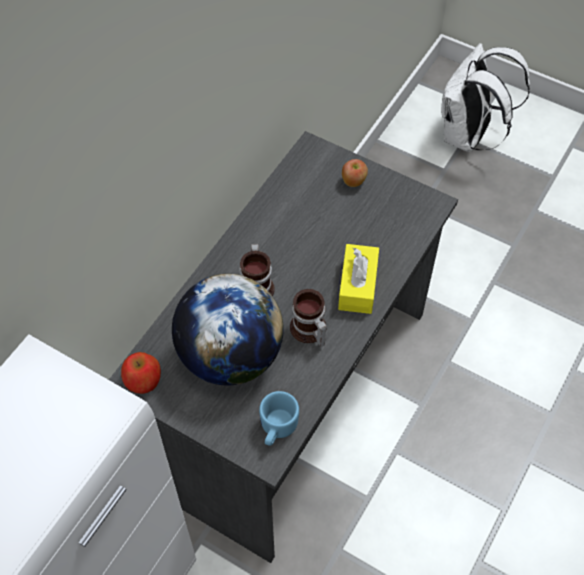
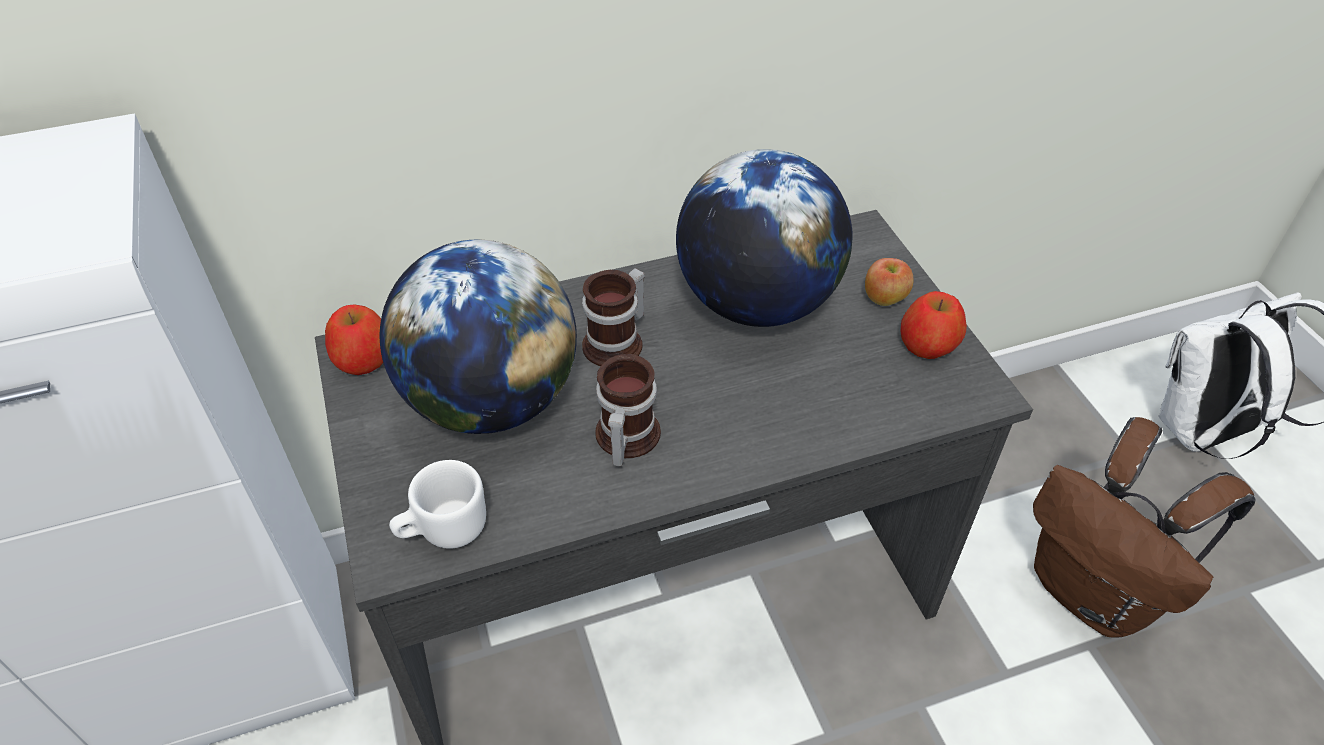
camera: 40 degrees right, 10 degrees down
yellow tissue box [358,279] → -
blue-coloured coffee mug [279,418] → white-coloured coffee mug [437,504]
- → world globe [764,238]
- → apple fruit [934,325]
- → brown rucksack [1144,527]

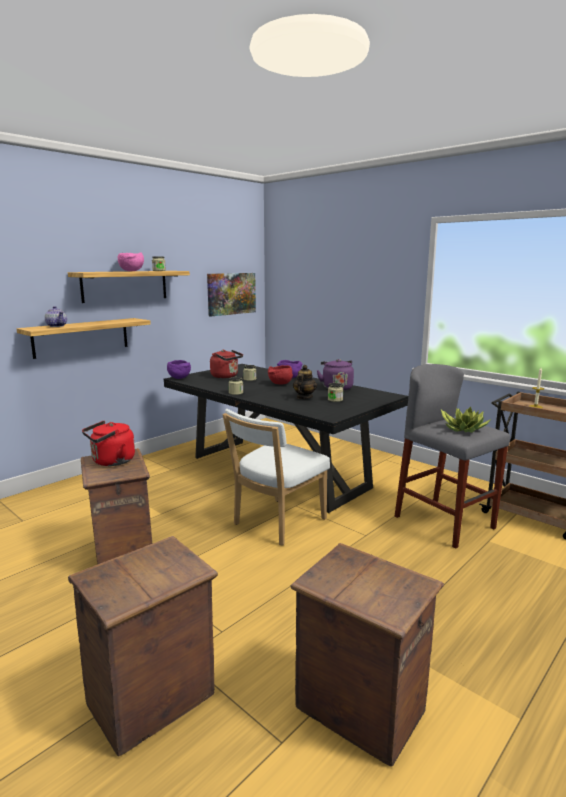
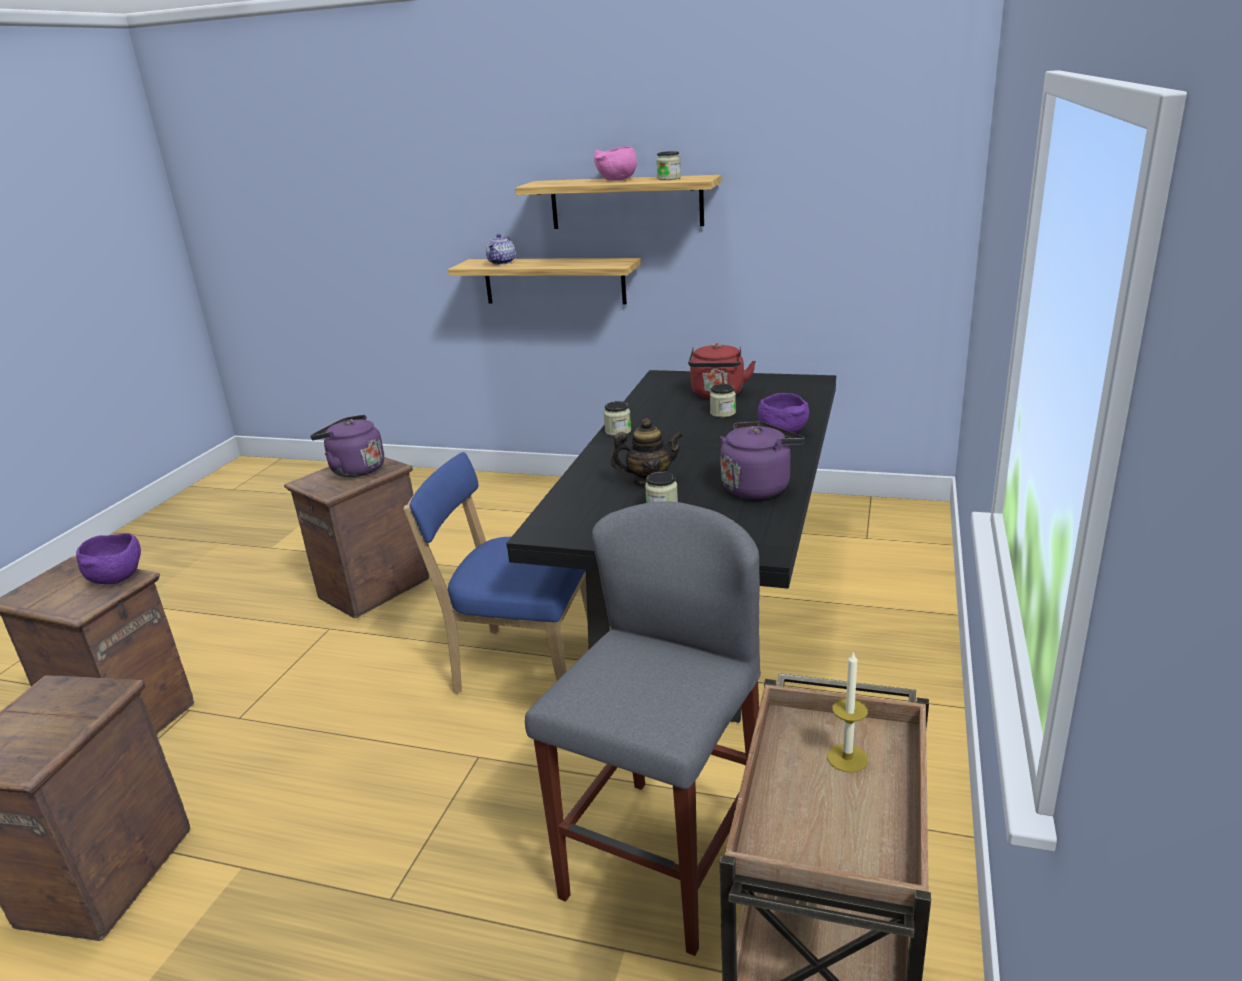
camera: 65 degrees right, 10 degrees up
picture [231,294] → -
purplish serving bowl [179,369] → purplish serving bowl [108,558], moved
reddish serving bowl [280,375] → -
potted plant [466,419] → -
white-coloured plain chair [276,477] → blue-coloured plain chair [496,572]
reddish kettle [108,443] → purplish kettle [347,446]

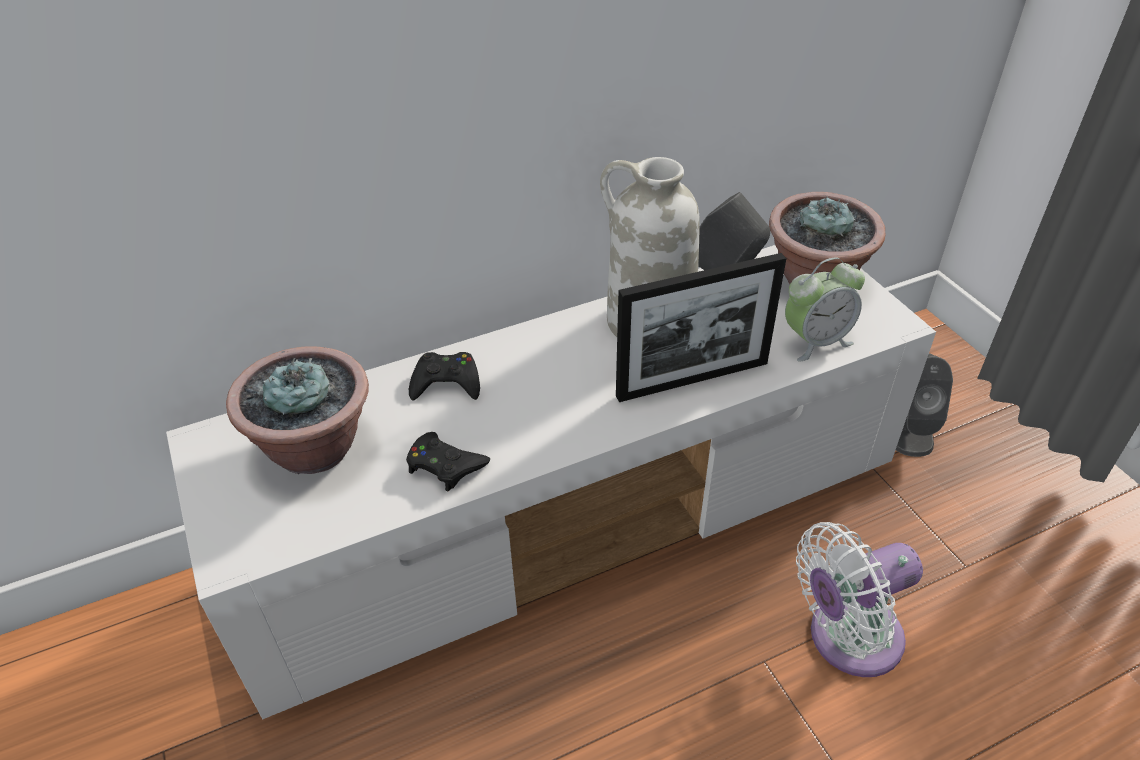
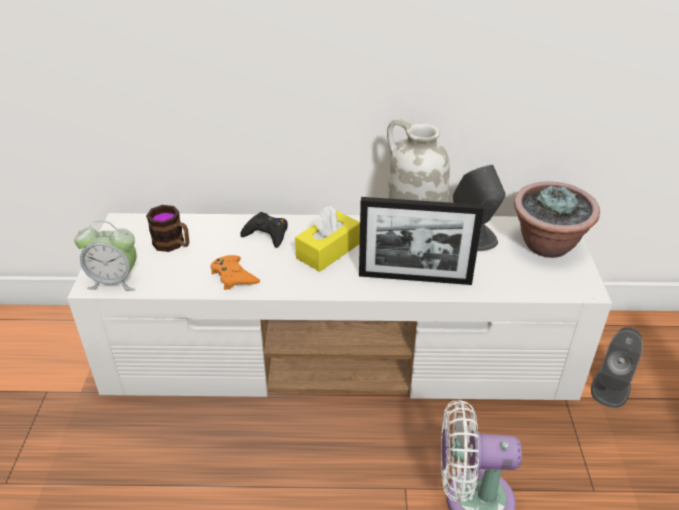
camera: 25 degrees right, 5 degrees down
table clock [825,309] → table clock [105,256], moved
potted plant [297,410] → coffee mug [167,228]
blackish gamepad [448,462] → orange gamepad [235,272]
- → yellow tissue box [327,239]

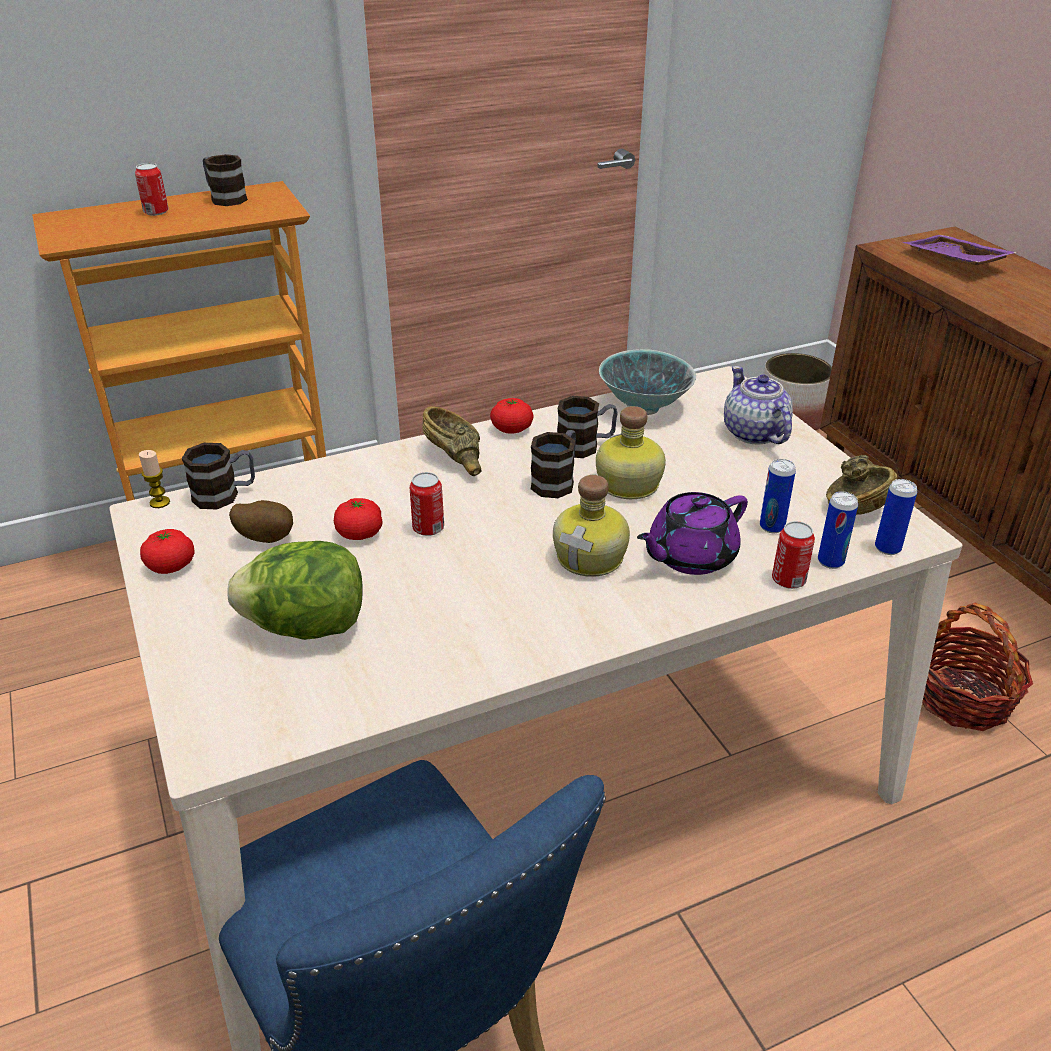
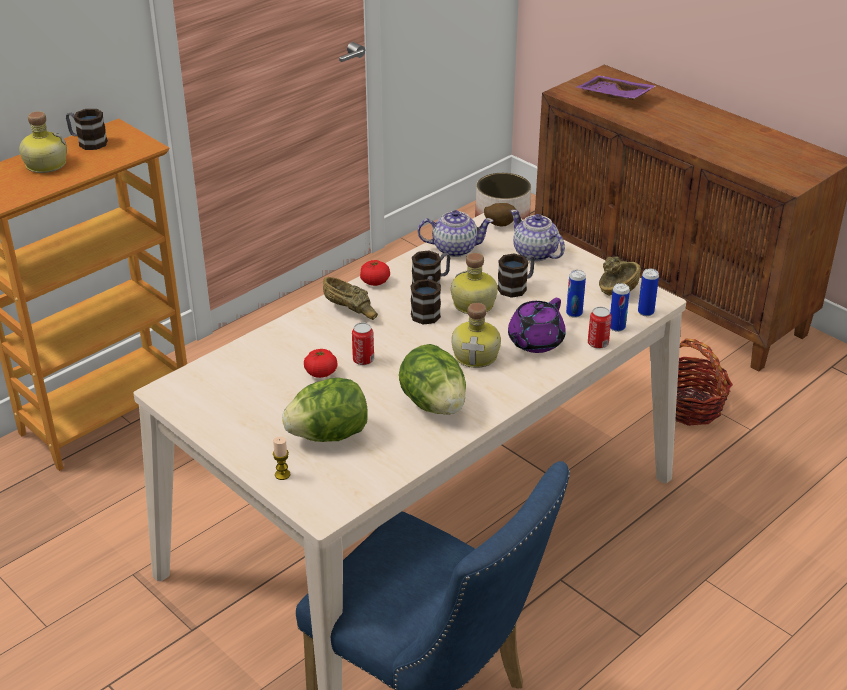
camera: 20 degrees left, 0 degrees up
metal can [152,189] → beverage bottle [43,142]
serving bowl [647,382] → tea pot [455,233]
coffee mug [218,476] → coffee mug [516,275], moved
candle [154,479] → candle [281,458], moved
spud [261,521] → spud [500,214], moved
fresh tomato [167,551] → -
- → lettuce head [432,379]

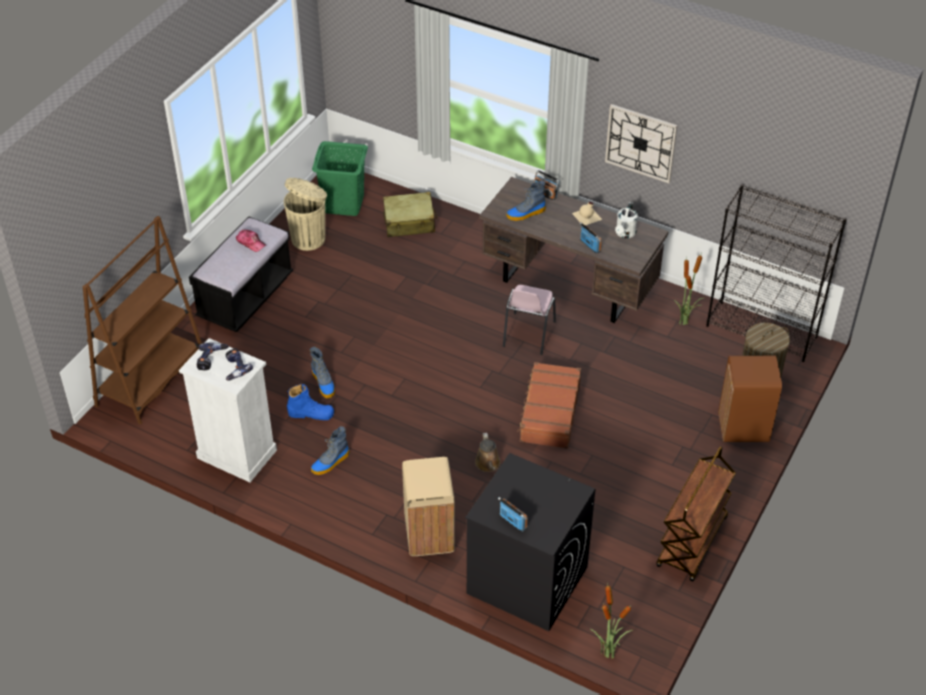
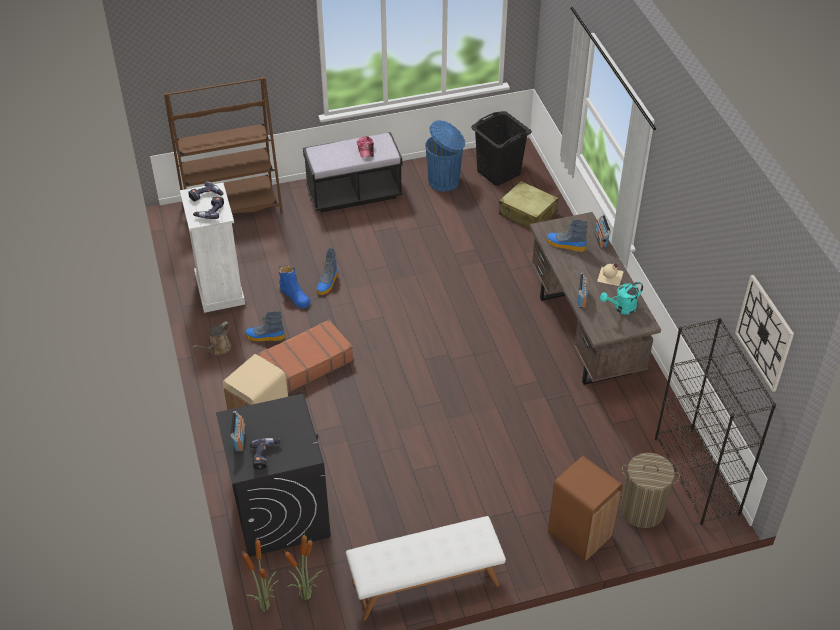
camera: 45 degrees right, 0 degrees up
wall clock [641,143] → wall clock [764,333], moved
green-coloured hamper [340,178] → blackish hamper [501,148]
beige-coloured waste bin [305,214] → blue-coloured waste bin [445,156]
white-coloured watering can [626,220] → turquoise-coloured watering can [621,298]
potted plant [689,290] → potted plant [304,567], moved
pinkish plain chair [529,320] → -
brown suitcase [549,405] → brown suitcase [305,356], moved
brown watering can [488,452] → brown watering can [212,338], moved
brown wheeled cart [696,513] → white-coloured long seat [426,568]
- → drill [265,453]

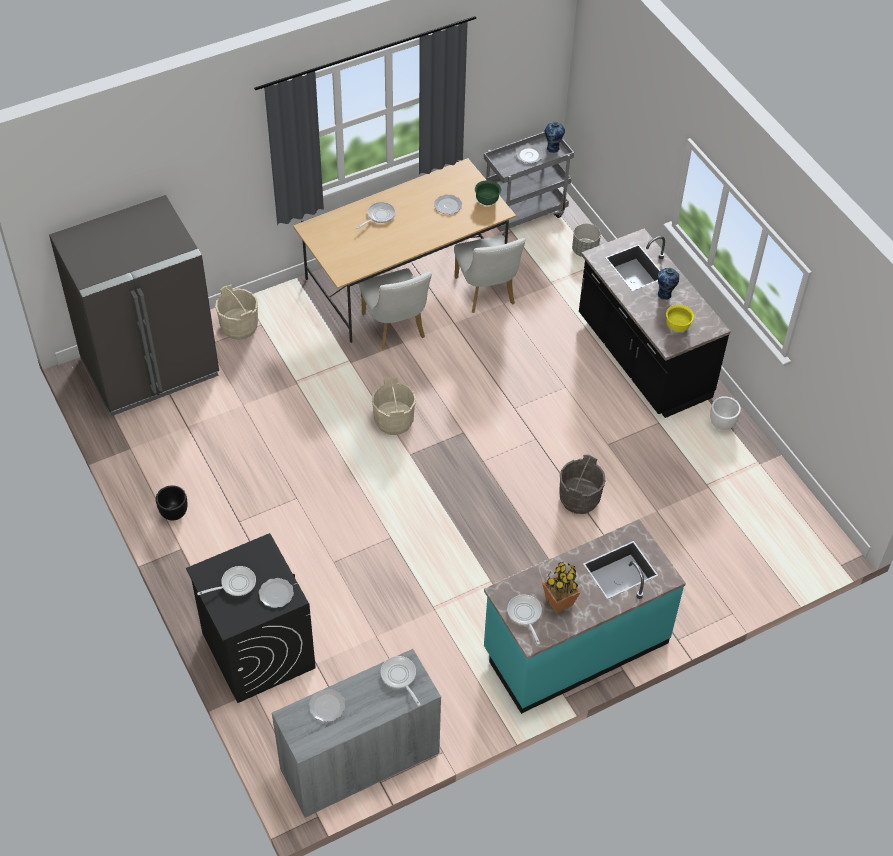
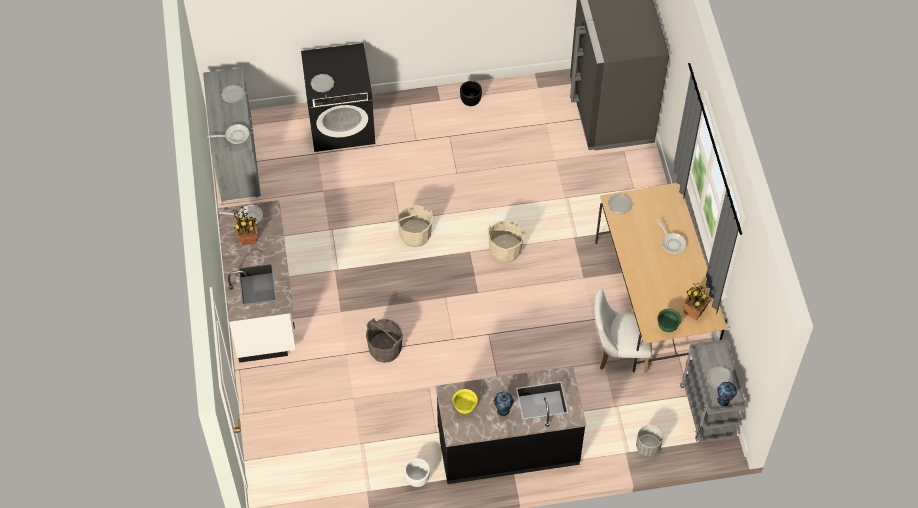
camera: 110 degrees right, 5 degrees up
dinner plate [448,204] → dinner plate [620,204], moved
white-coloured plain chair [395,309] → -
beige-coloured bucket [236,312] → beige-coloured bucket [414,226], moved
turquoise-coloured counter [585,616] → white-coloured counter [256,281]
frying pan [226,581] → -
- → potted plant [697,301]

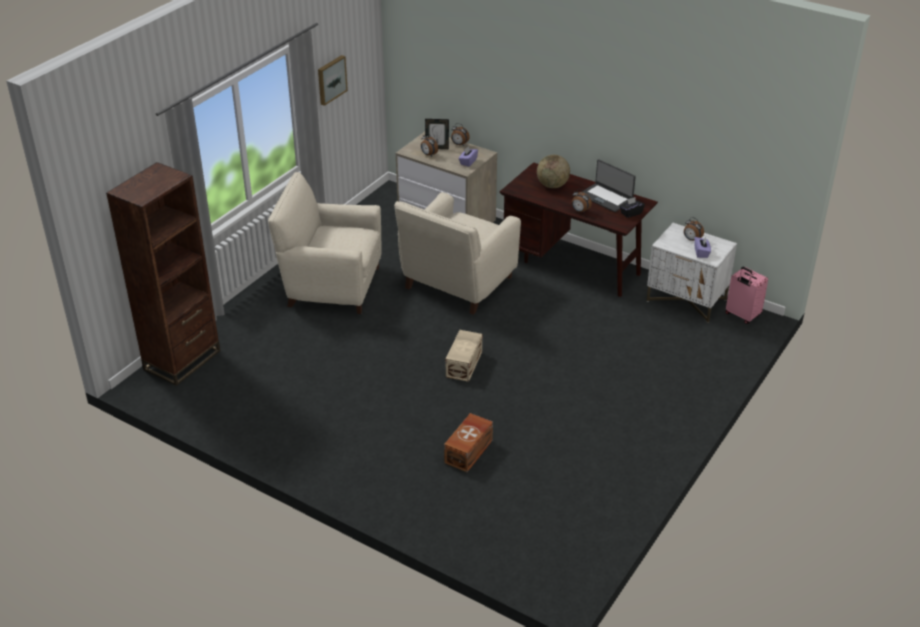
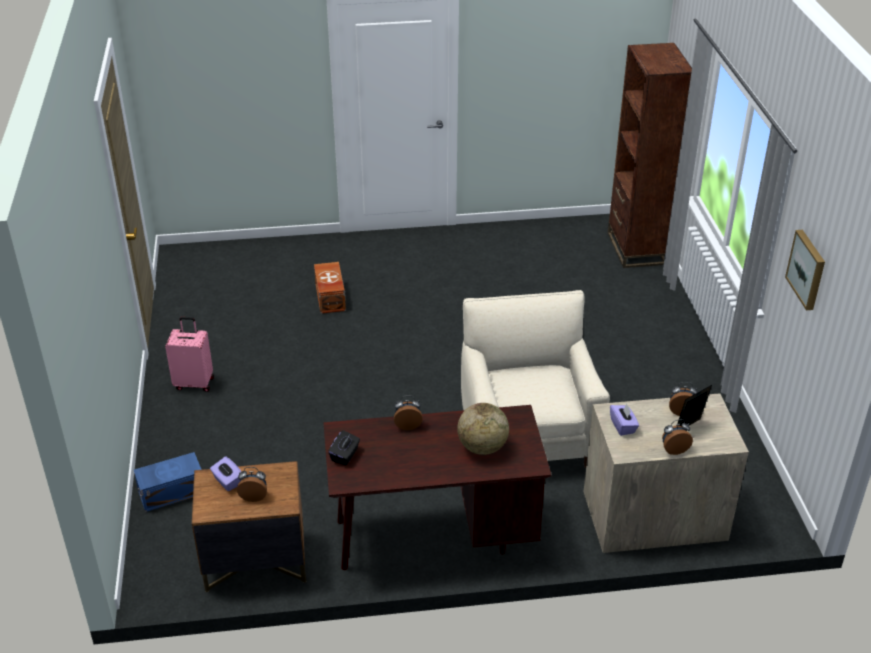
camera: 140 degrees right, 0 degrees up
laptop [609,185] → -
beige-coloured easy chair [325,243] → -
white-coloured nightstand [691,273] → brown nightstand [249,527]
pinkish suitcase [746,295] → pinkish suitcase [189,354], moved
beige-coloured storage container [464,356] → -
- → blue-coloured storage container [168,482]

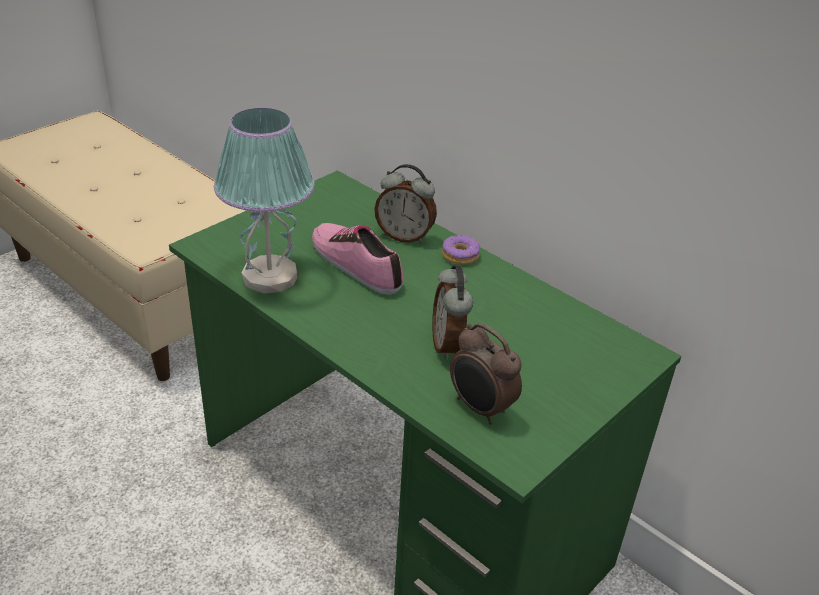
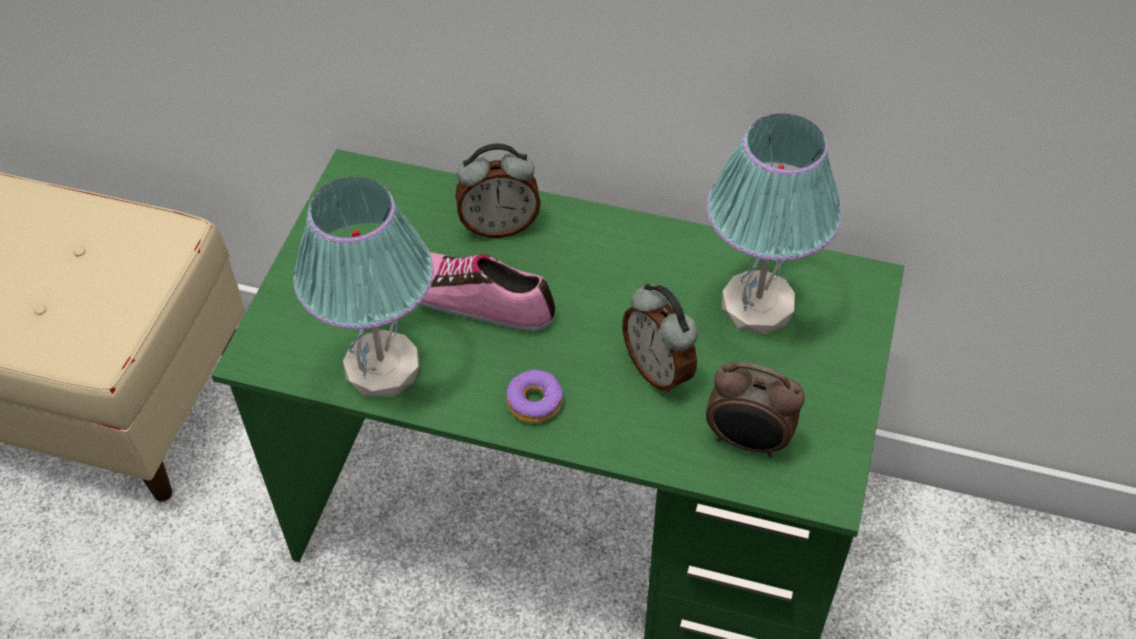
camera: 25 degrees left, 15 degrees up
donut [461,249] → donut [535,396], moved
- → lamp for a table [774,224]

